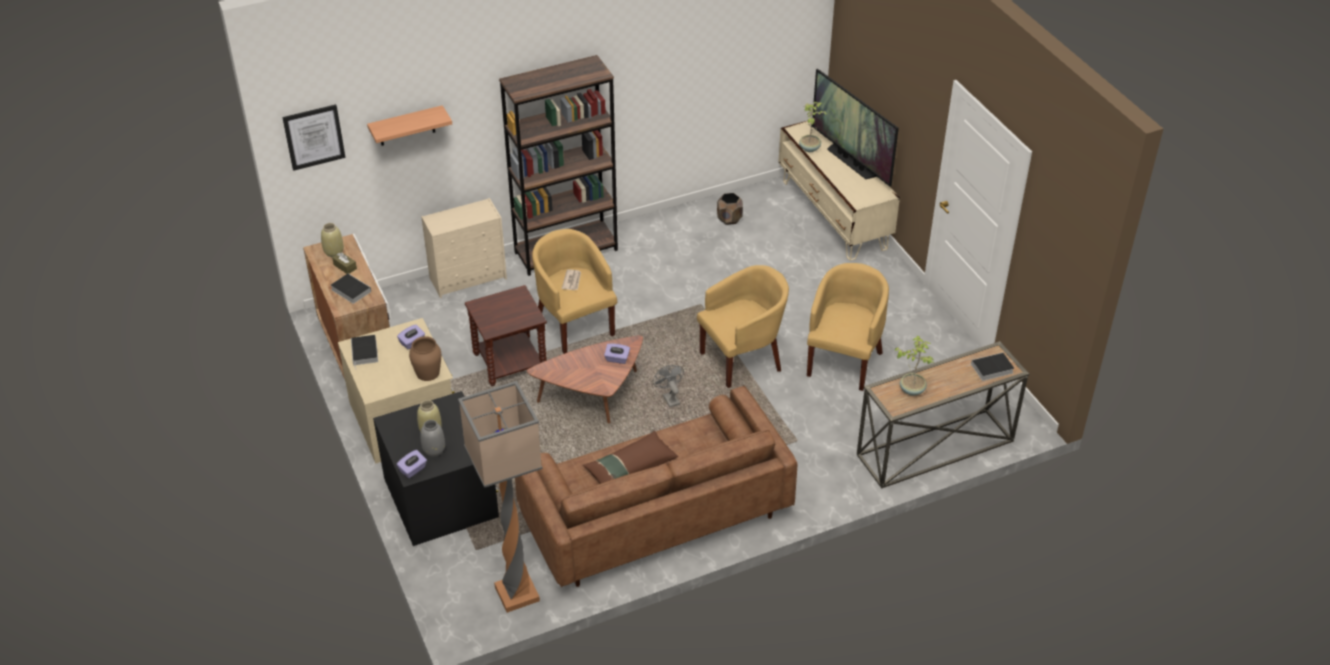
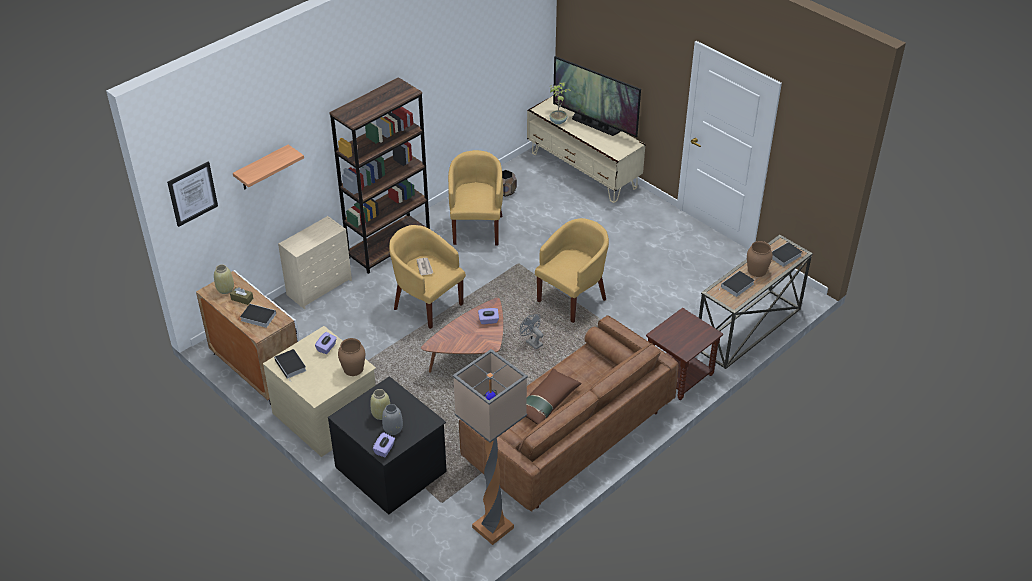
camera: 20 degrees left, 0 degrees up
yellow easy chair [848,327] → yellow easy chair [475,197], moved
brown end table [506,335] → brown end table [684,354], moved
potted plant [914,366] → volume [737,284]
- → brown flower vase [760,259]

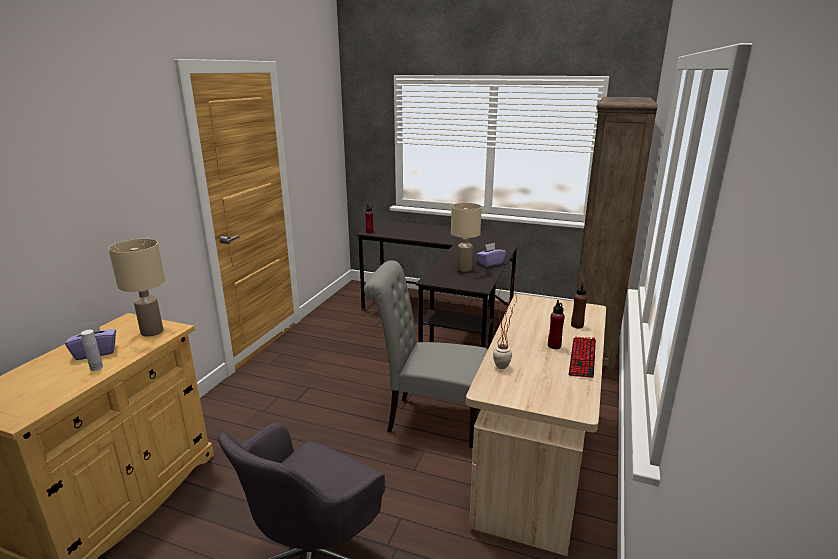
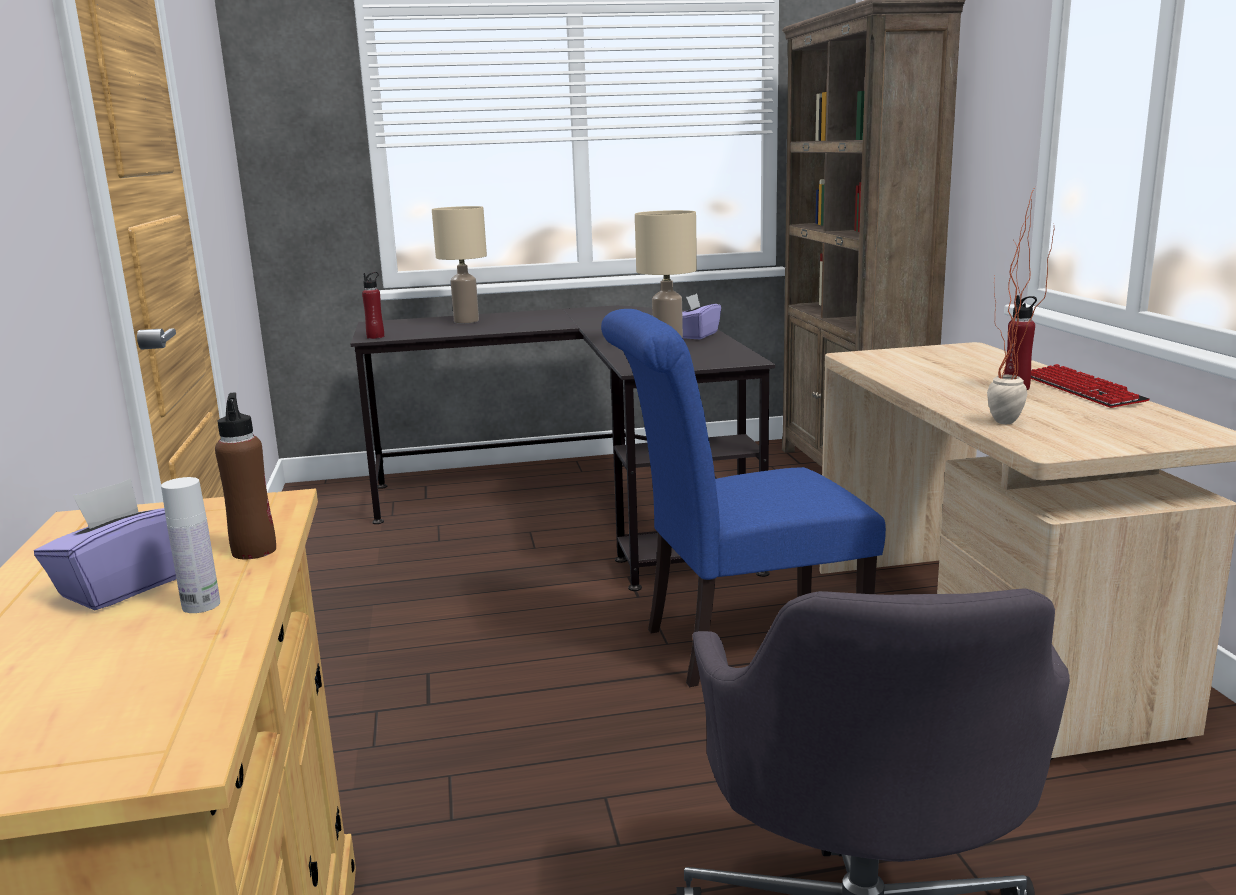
camera: 30 degrees left, 5 degrees down
beige-coloured lamp for a table [137,288] → beige-coloured lamp for a table [459,264], moved
gray plain chair [426,354] → blue-coloured plain chair [743,498]
brown beverage bottle [579,305] → brown beverage bottle [245,475], moved

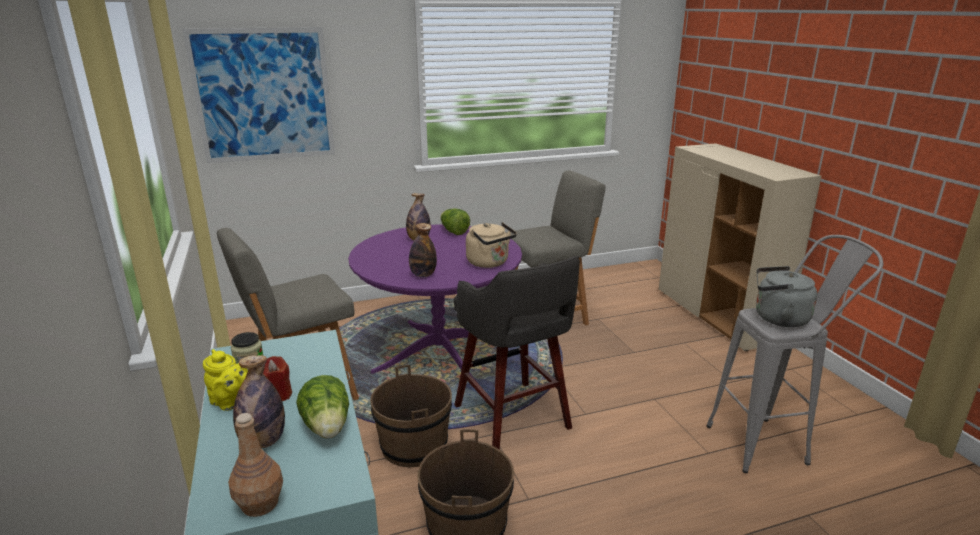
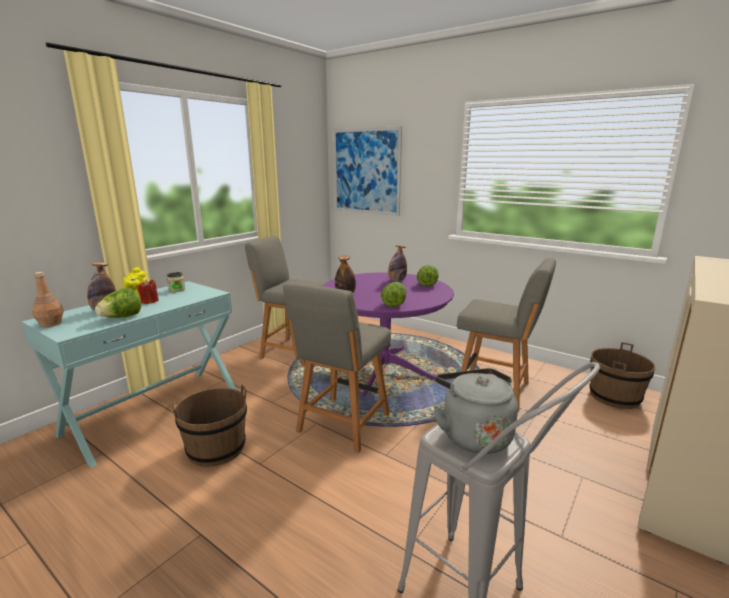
camera: 55 degrees right, 5 degrees down
beige-coloured kettle [491,245] → lettuce head [393,294]
gray stool seat [517,352] → gray plain chair [337,367]
brown bucket [411,416] → brown bucket [623,375], moved

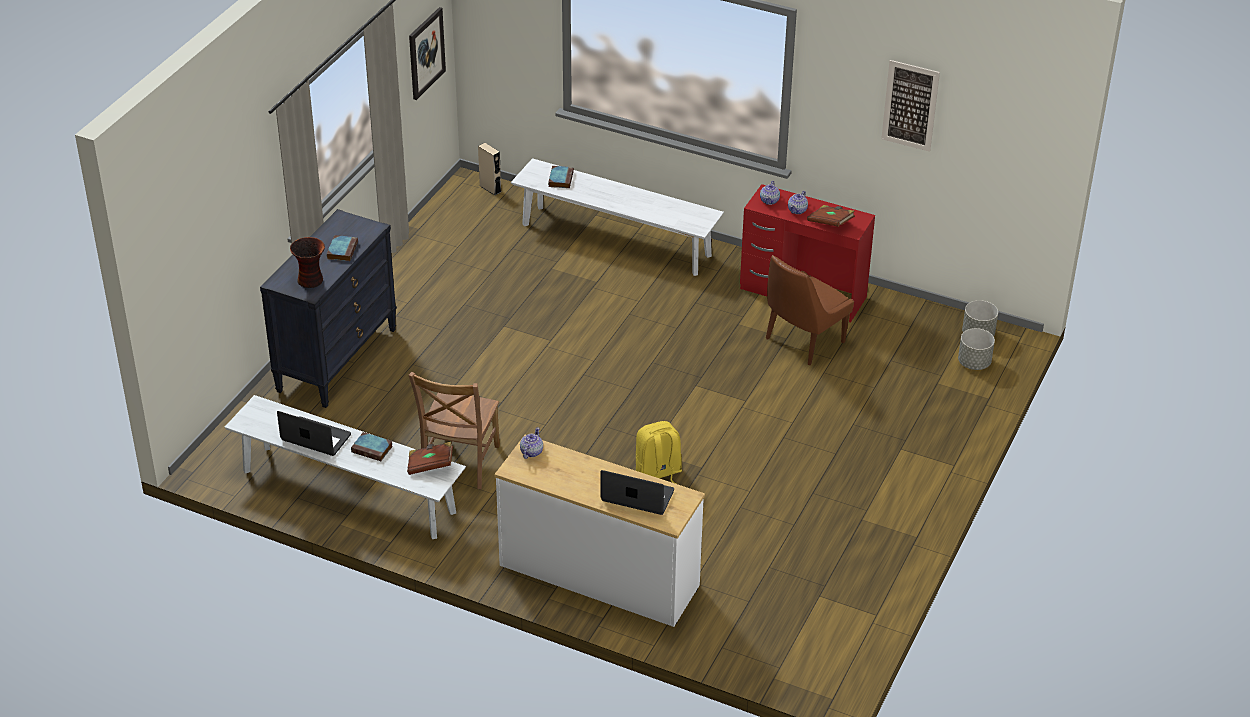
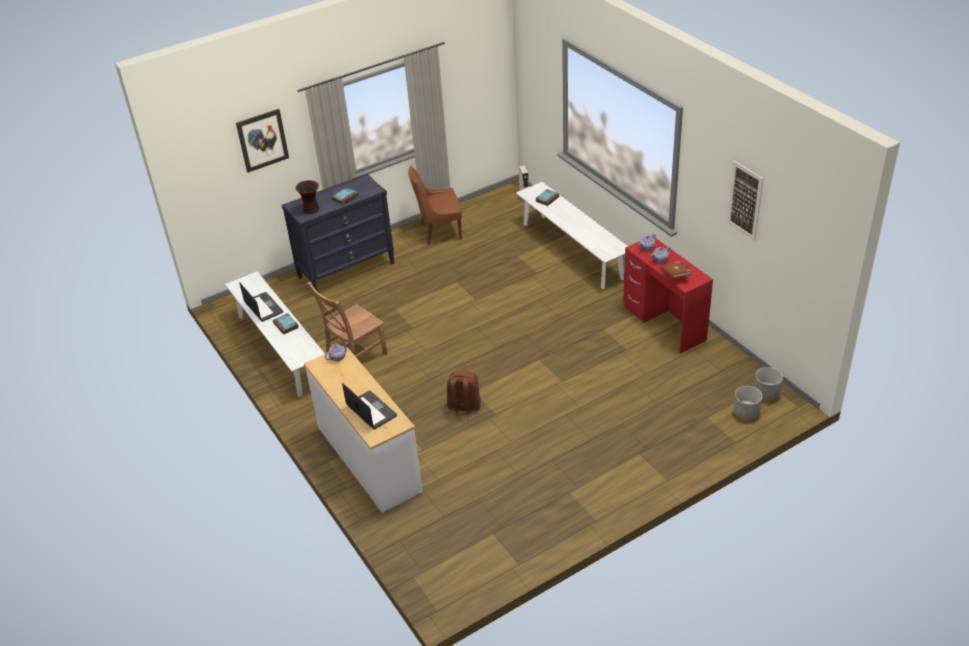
camera: 35 degrees right, 0 degrees up
picture [427,53] → picture [262,141], moved
brown plain chair [810,310] → brown plain chair [435,205], moved
yellow rucksack [659,452] → brown rucksack [464,396]
brown volume [430,458] → -

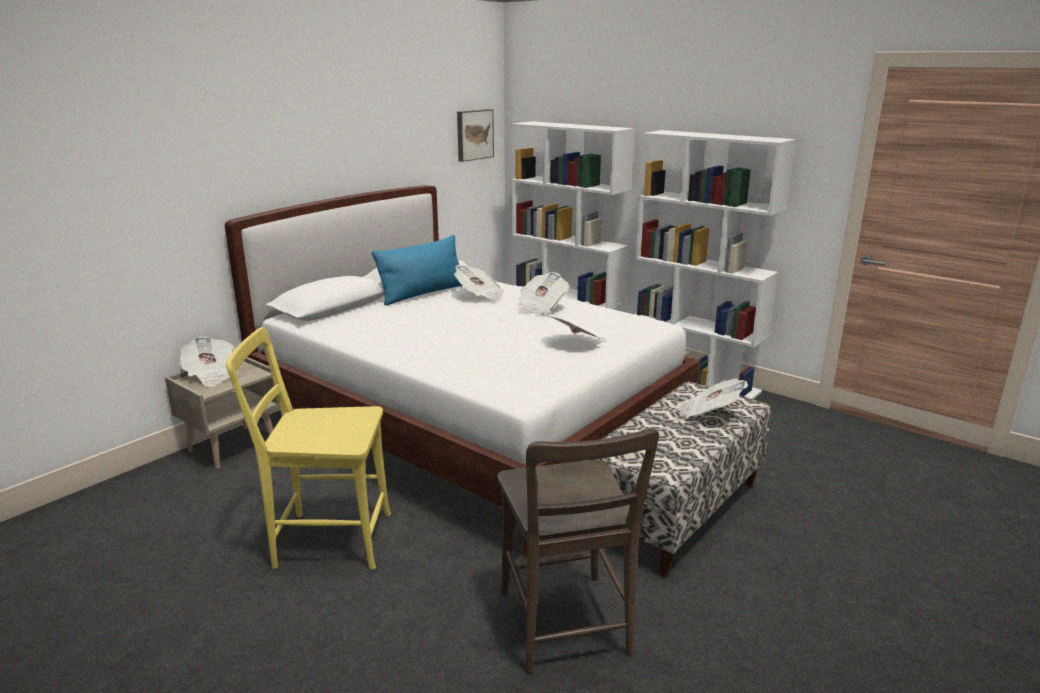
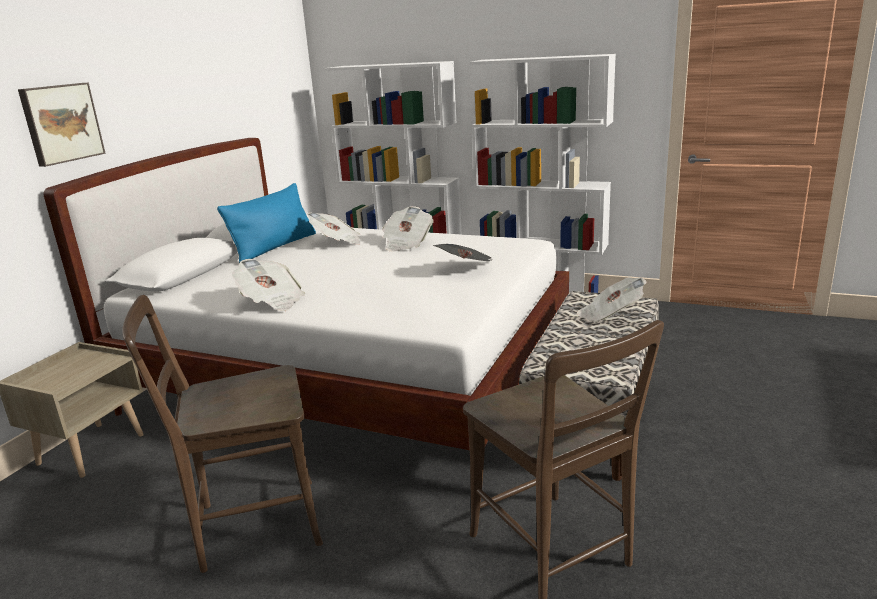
camera: 15 degrees left, 0 degrees up
picture [475,135] → picture [62,125], moved
yellow plain chair [308,448] → brown plain chair [222,434]
daily paper [209,361] → daily paper [268,285], moved

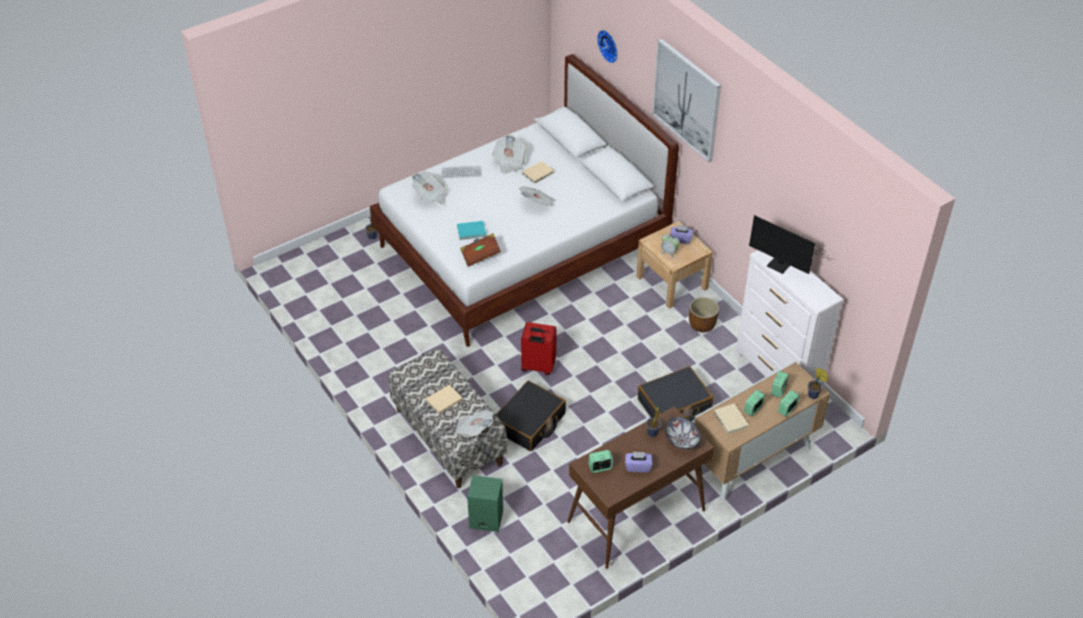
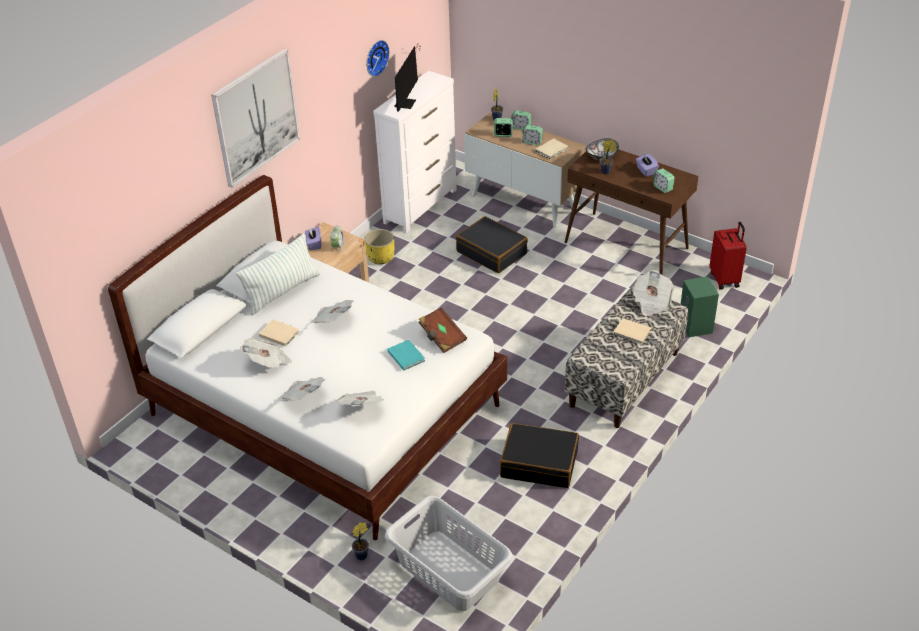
camera: 110 degrees left, 5 degrees down
wall clock [607,46] → wall clock [378,58], moved
computer keyboard [462,172] → daily paper [303,389]
brown plant pot [704,314] → yellow plant pot [379,246]
reddish suitcase [539,348] → reddish suitcase [728,256], moved
blackish suitcase [531,415] → blackish suitcase [539,455], moved
- → pillow [278,274]
- → gray hamper [449,553]

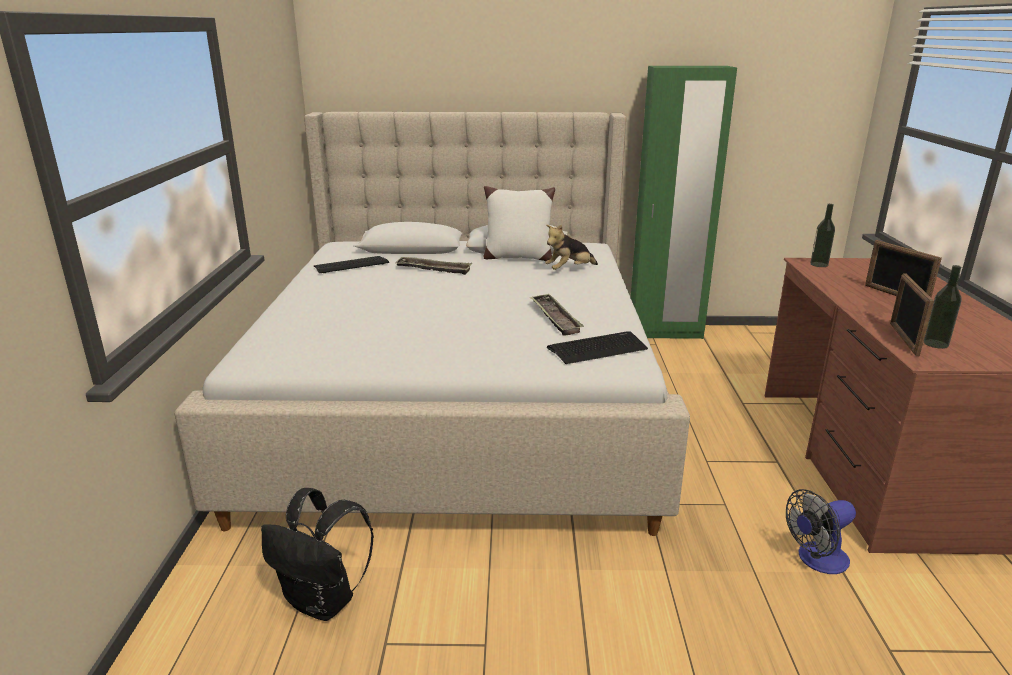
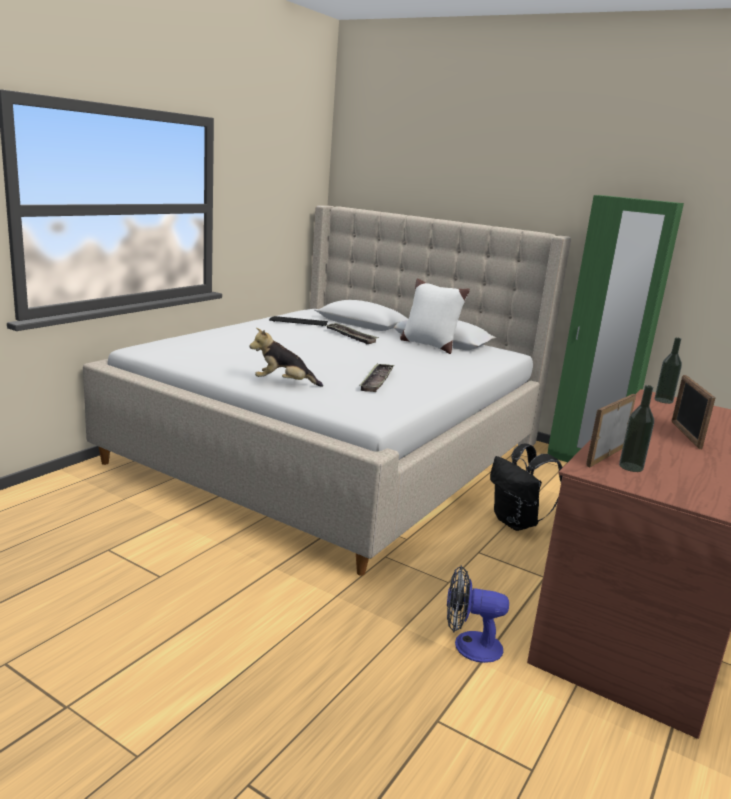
camera: 30 degrees right, 5 degrees down
soft toy [571,247] → soft toy [286,357], moved
computer keyboard [597,347] → -
blackish rucksack [317,554] → blackish rucksack [526,487], moved

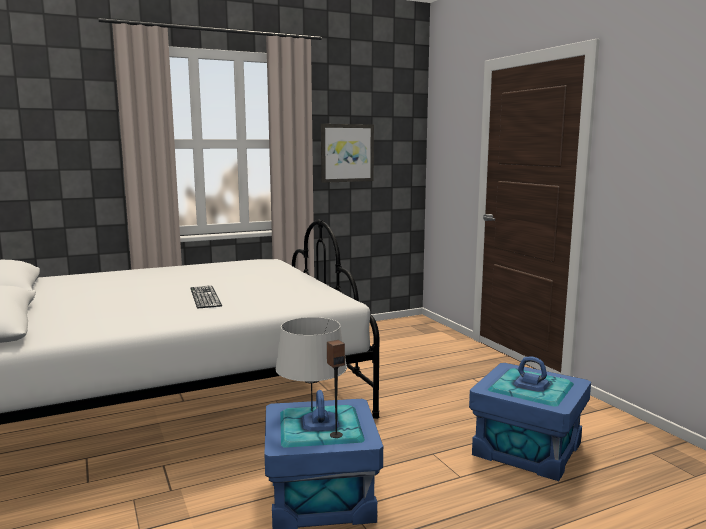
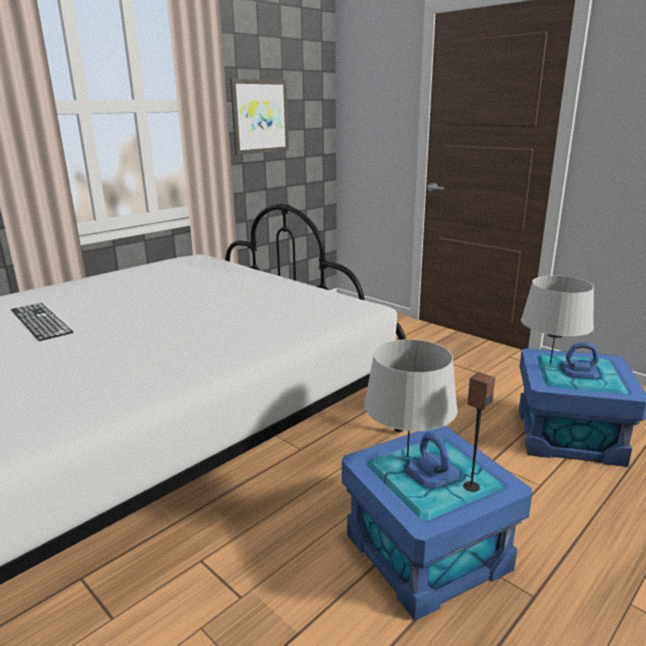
camera: 20 degrees left, 10 degrees up
computer keyboard [206,296] → computer keyboard [42,322], moved
- → gray lamp for a table [557,320]

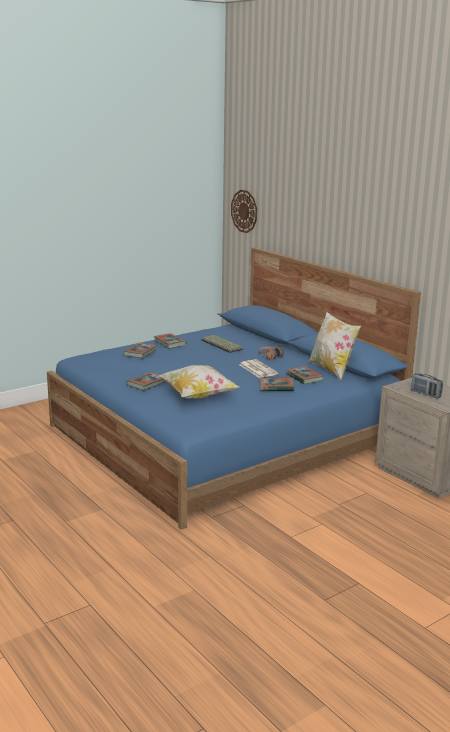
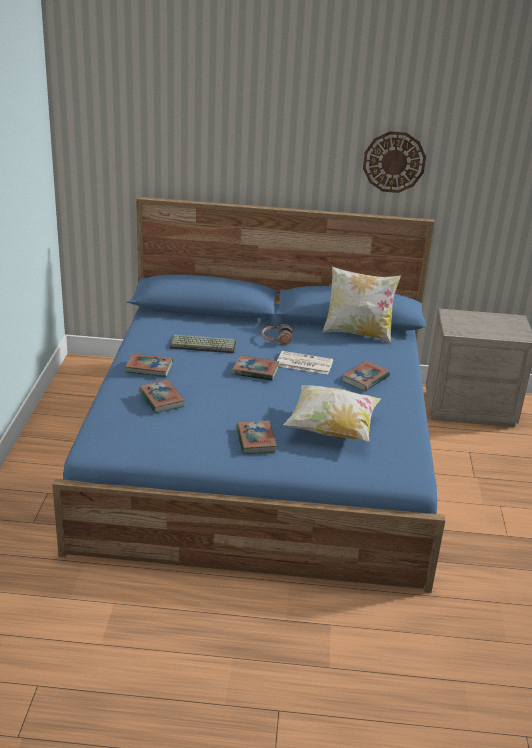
camera: 50 degrees left, 10 degrees up
wall clock [244,211] → wall clock [394,162], moved
volume [304,375] → volume [256,368], moved
radio set [427,385] → -

